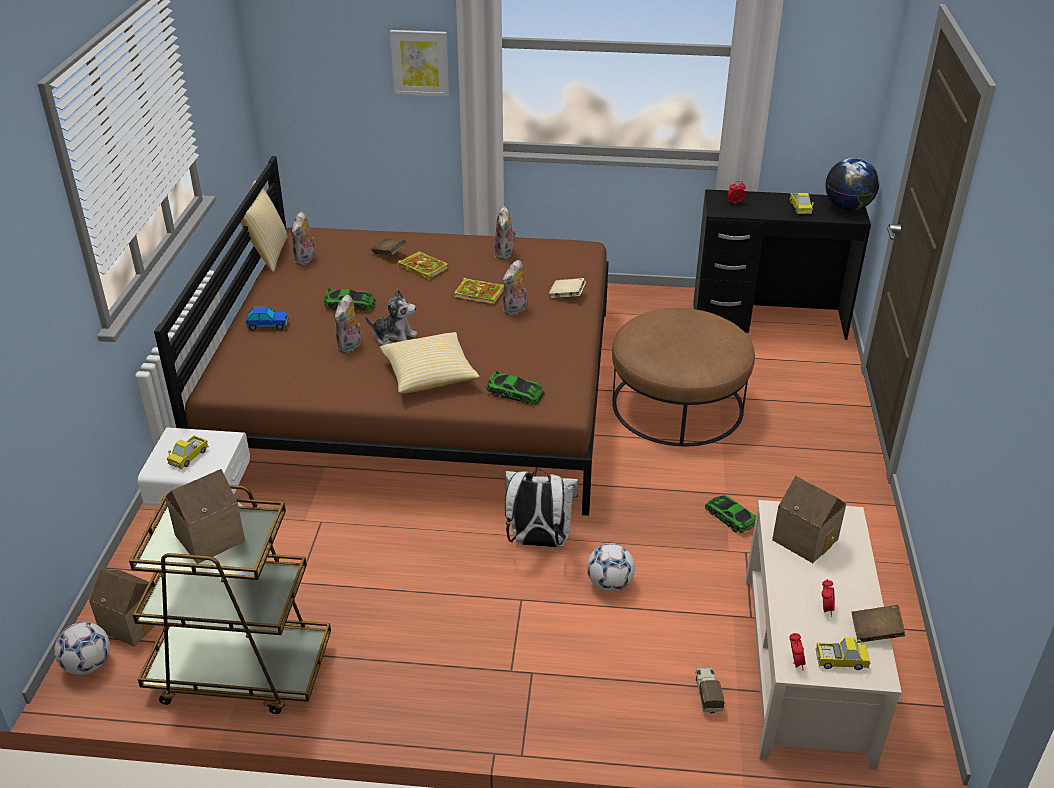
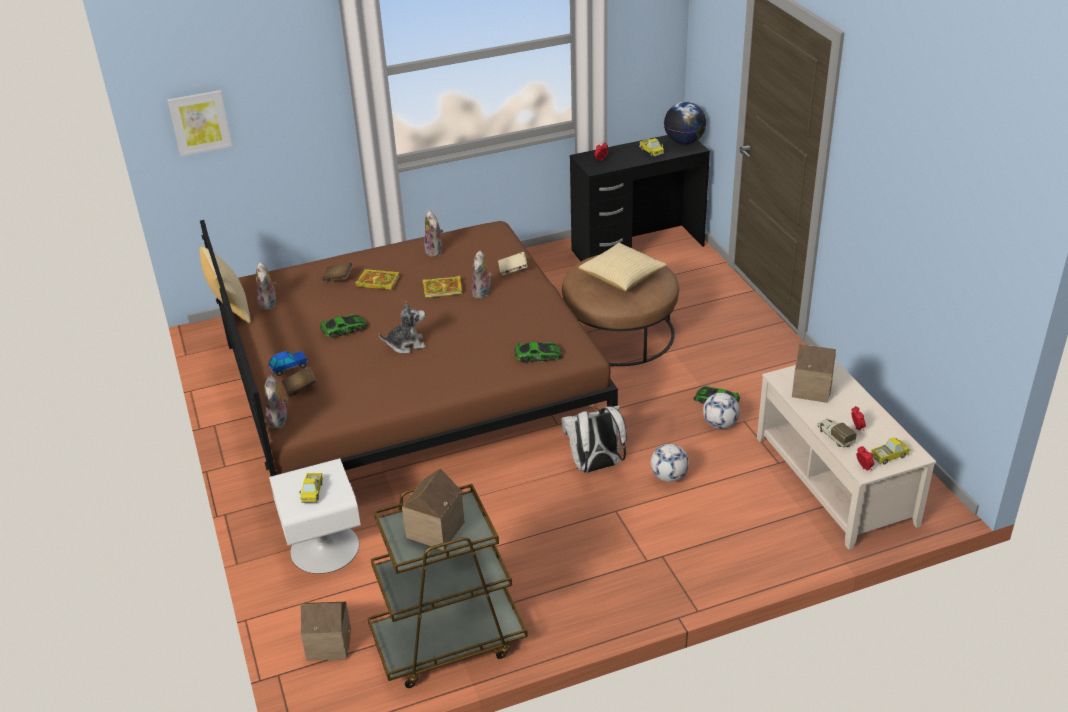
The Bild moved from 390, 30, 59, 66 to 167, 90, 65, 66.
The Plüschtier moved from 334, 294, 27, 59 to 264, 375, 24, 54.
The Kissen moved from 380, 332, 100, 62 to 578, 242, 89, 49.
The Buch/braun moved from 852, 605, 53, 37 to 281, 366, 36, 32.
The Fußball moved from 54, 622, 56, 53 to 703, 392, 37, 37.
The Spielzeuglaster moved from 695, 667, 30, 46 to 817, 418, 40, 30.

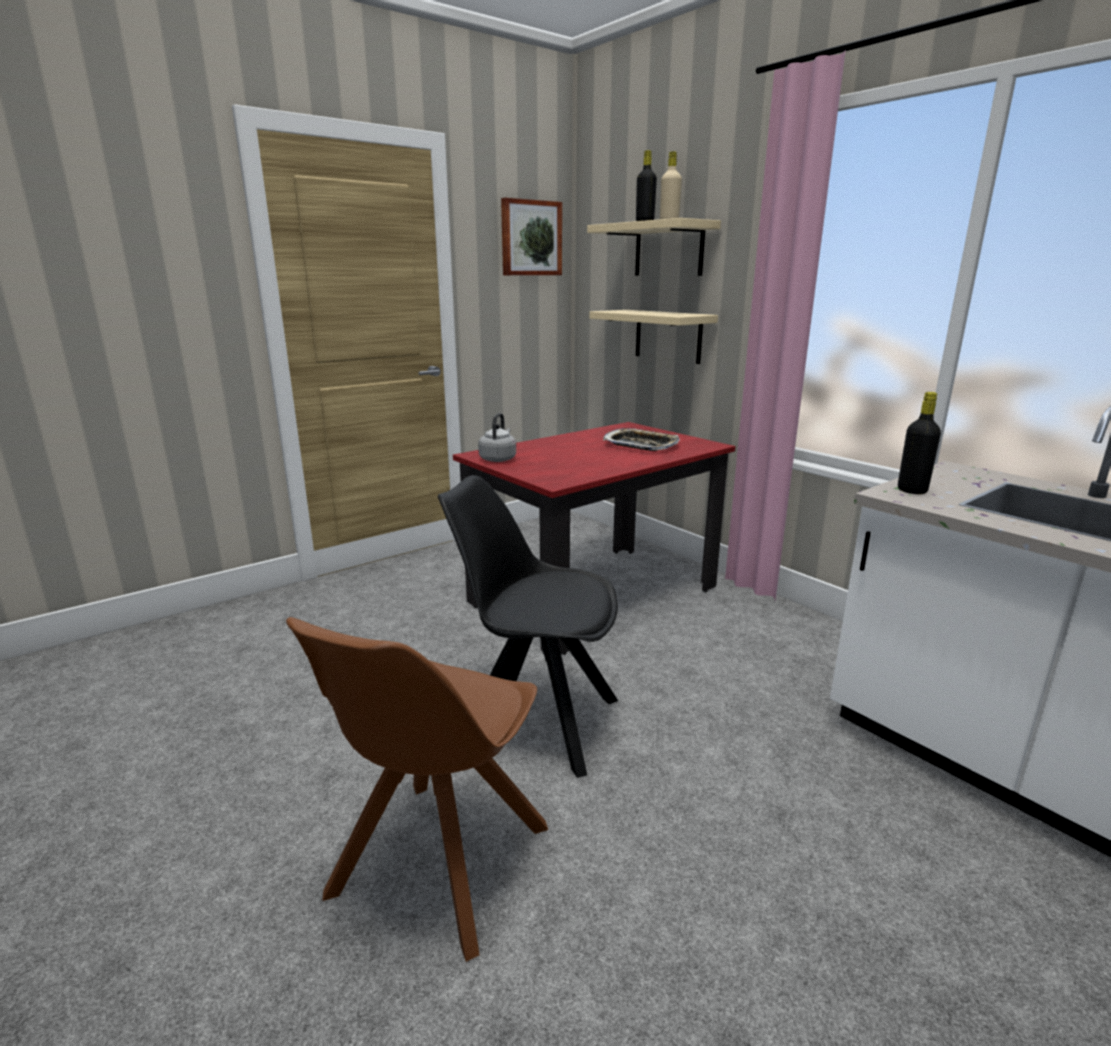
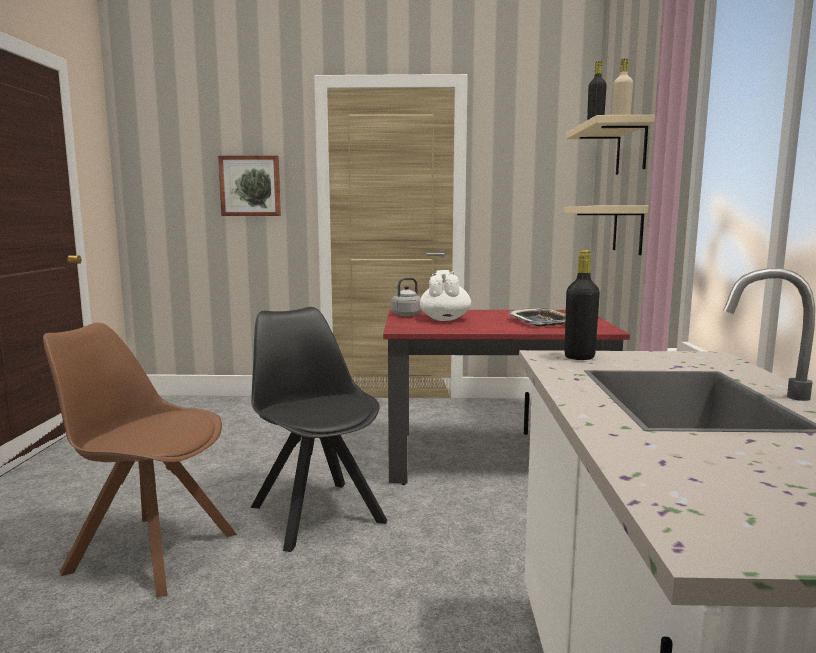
The Bild moved from 501, 198, 61, 77 to 218, 155, 63, 61.
The Stuhl/braun at 286, 617, 262, 345 turned 45 degrees clockwise.
The Teekanne/weiß at 420, 270, 51, 51 appeared.

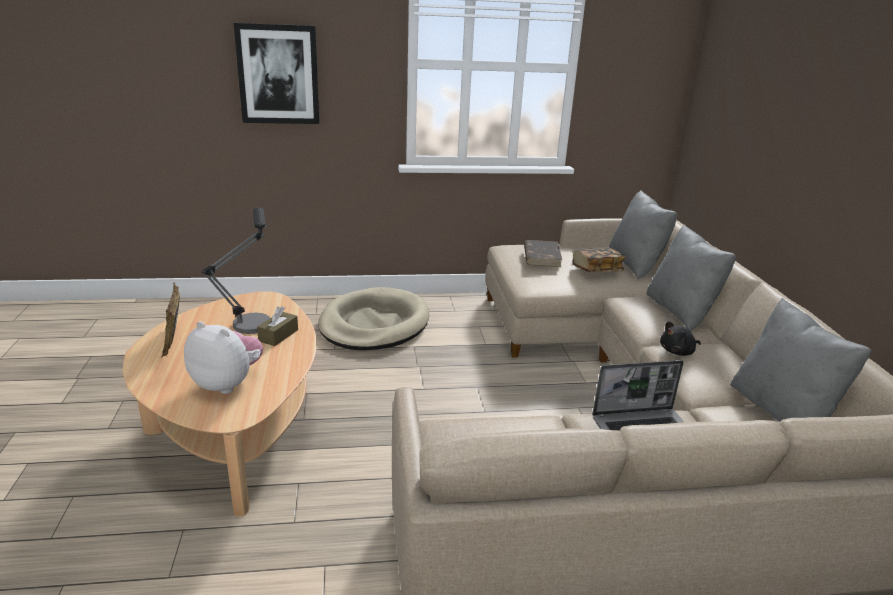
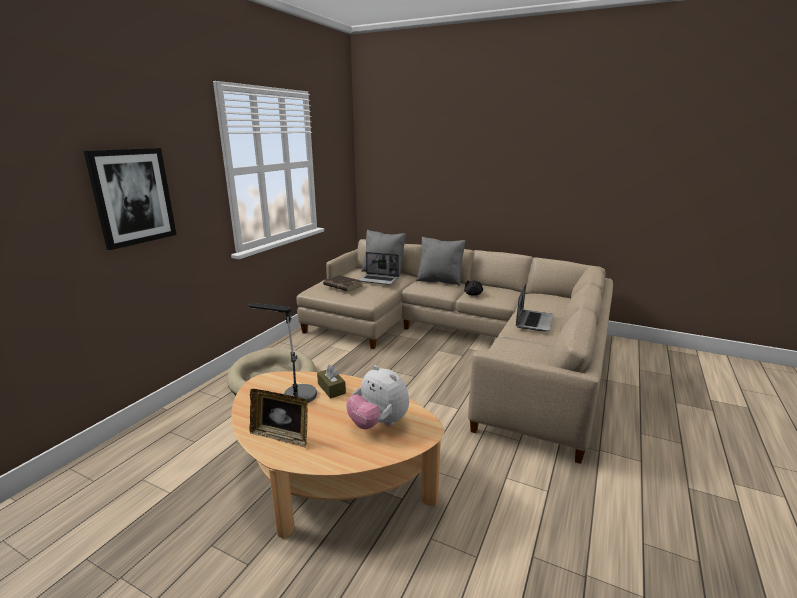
The Buch at 573, 248, 53, 24 was replaced by the Laptop at 359, 252, 40, 33.
The Kissen/grau at 730, 298, 142, 124 disappeared.
The Plüschtier at 184, 321, 79, 73 turned 105 degrees counterclockwise.

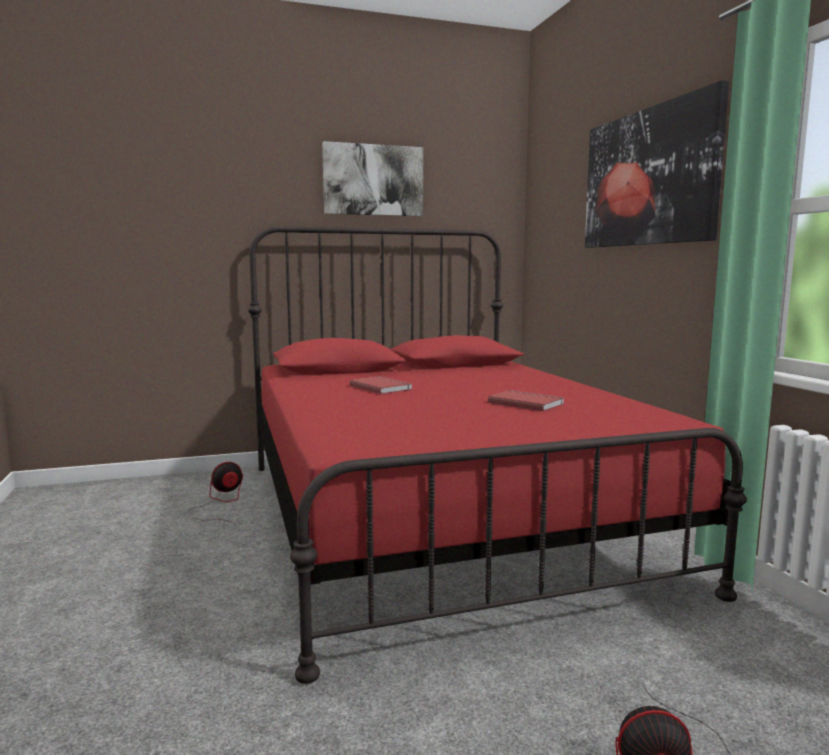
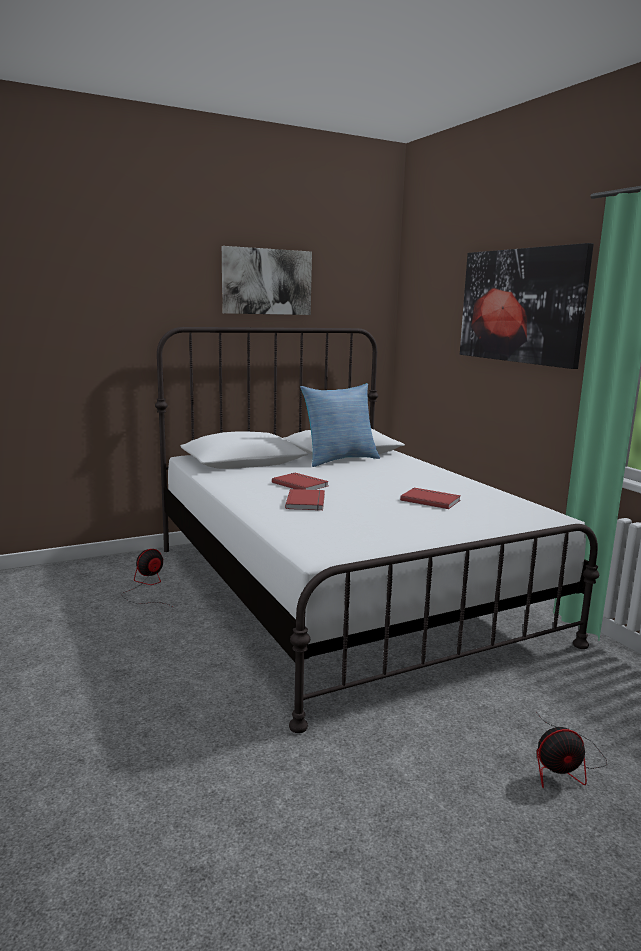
The Bett/rot at 248, 226, 499, 458 became the Bett/weiß at 155, 327, 444, 406.
The Kissen at 300, 383, 80, 84 appeared.
The Buch/rot at 285, 489, 40, 22 appeared.

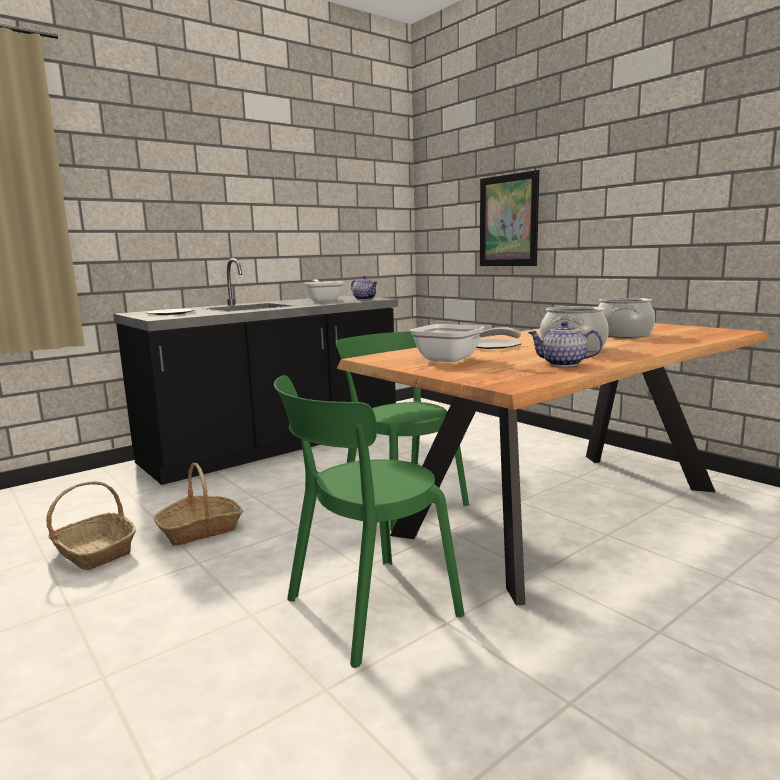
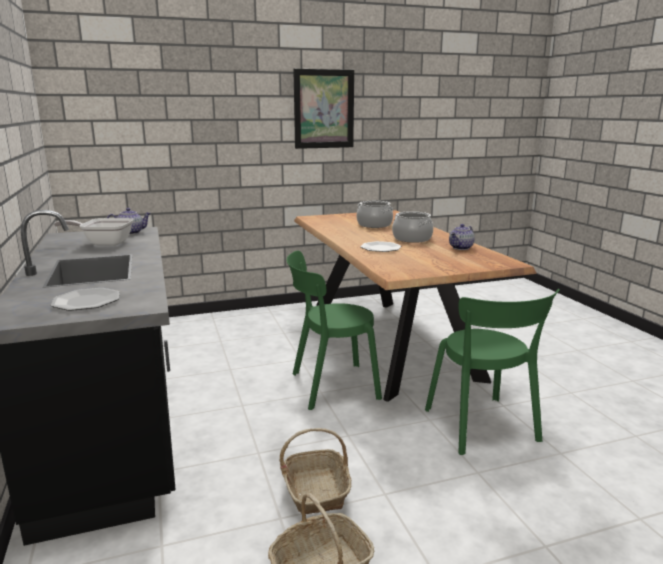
The Bild moved from 480, 170, 59, 96 to 293, 69, 61, 80.
The Pfanne at 410, 324, 111, 38 disappeared.

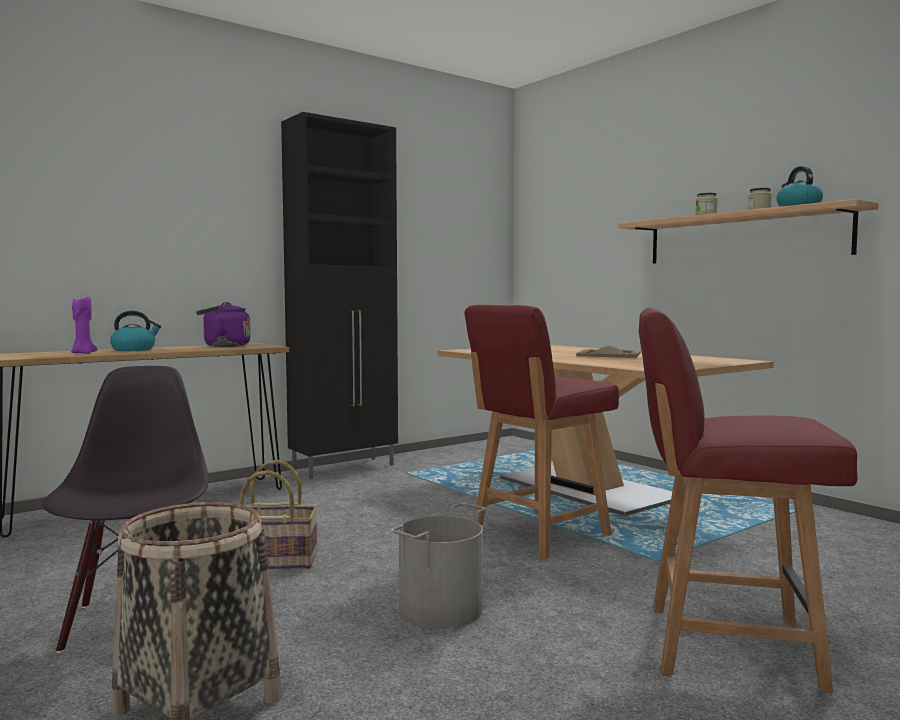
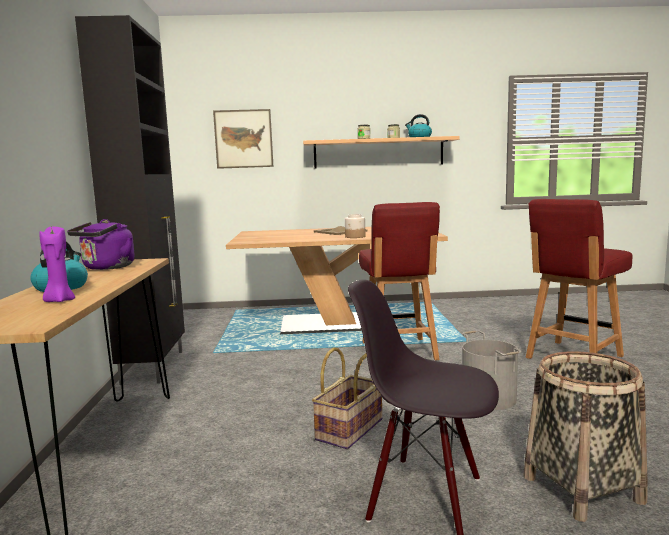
The Bild at 213, 109, 61, 60 appeared.
The Vorratsglas at 345, 214, 20, 24 appeared.

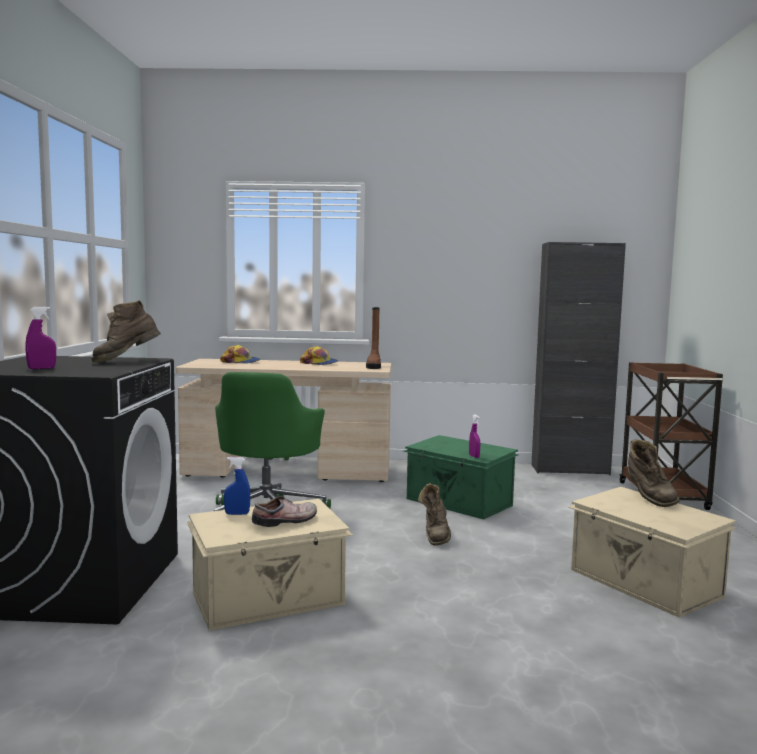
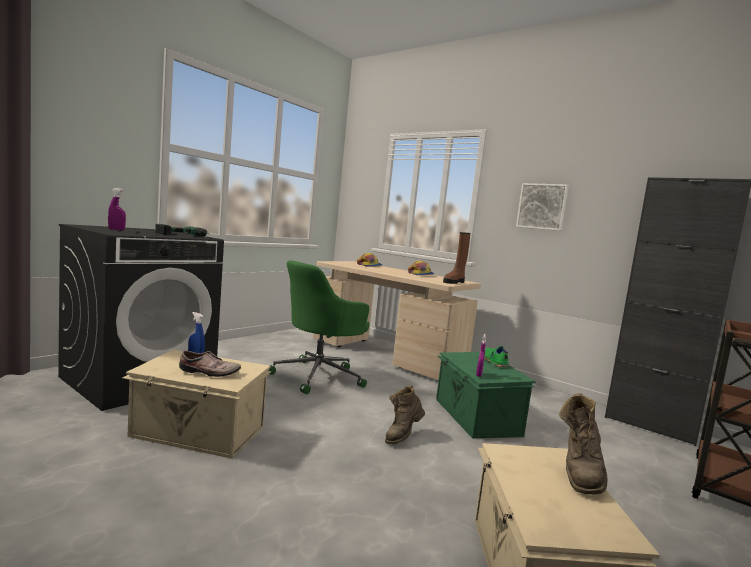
The Stiefel/braun at 92, 300, 69, 63 was replaced by the Bohrmaschine at 155, 224, 54, 12.
The Bild at 516, 183, 53, 48 appeared.
The Schuh/grün at 484, 346, 25, 21 appeared.

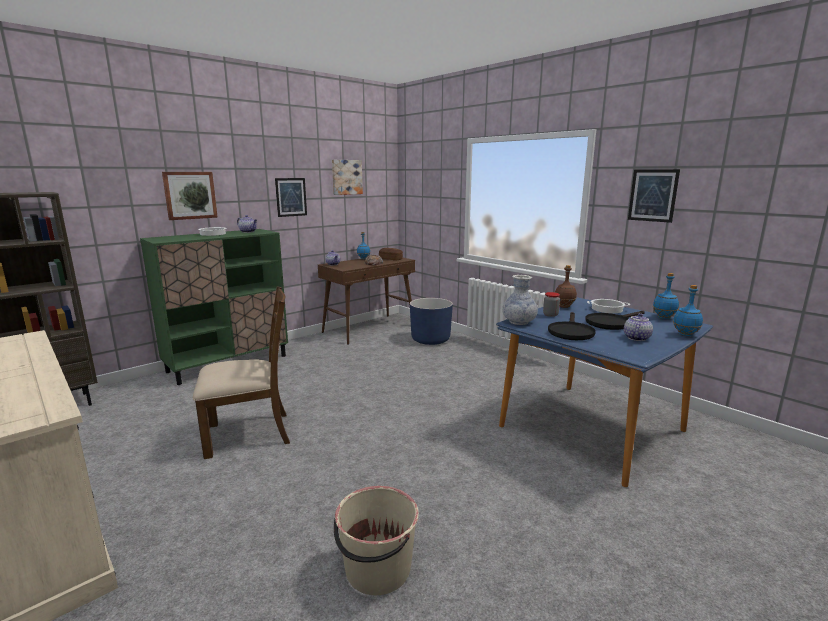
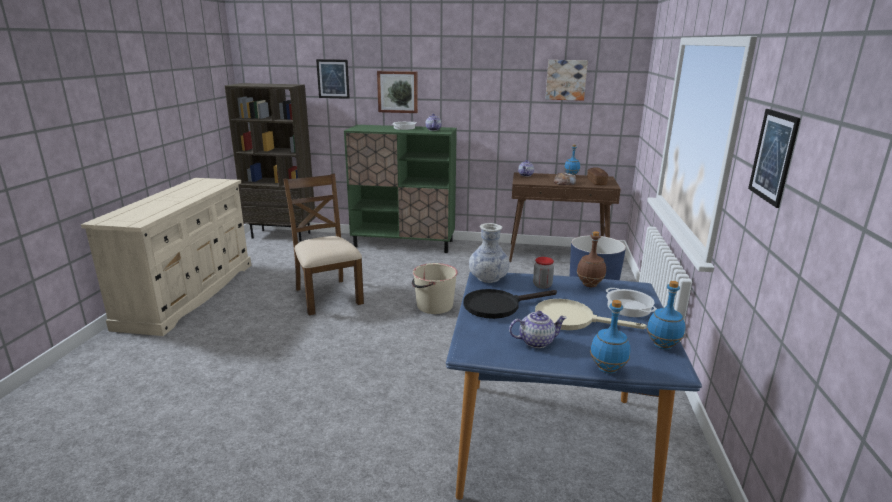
The Bild moved from 275, 178, 32, 39 to 316, 59, 34, 40.
The Stuhl/braun at 193, 286, 97, 173 turned 150 degrees counterclockwise.
The Pfanne/schwarz at 585, 311, 60, 19 became the Pfanne/beige at 535, 299, 112, 31.
The Eimer/beige moved from 334, 486, 85, 109 to 412, 263, 46, 51.

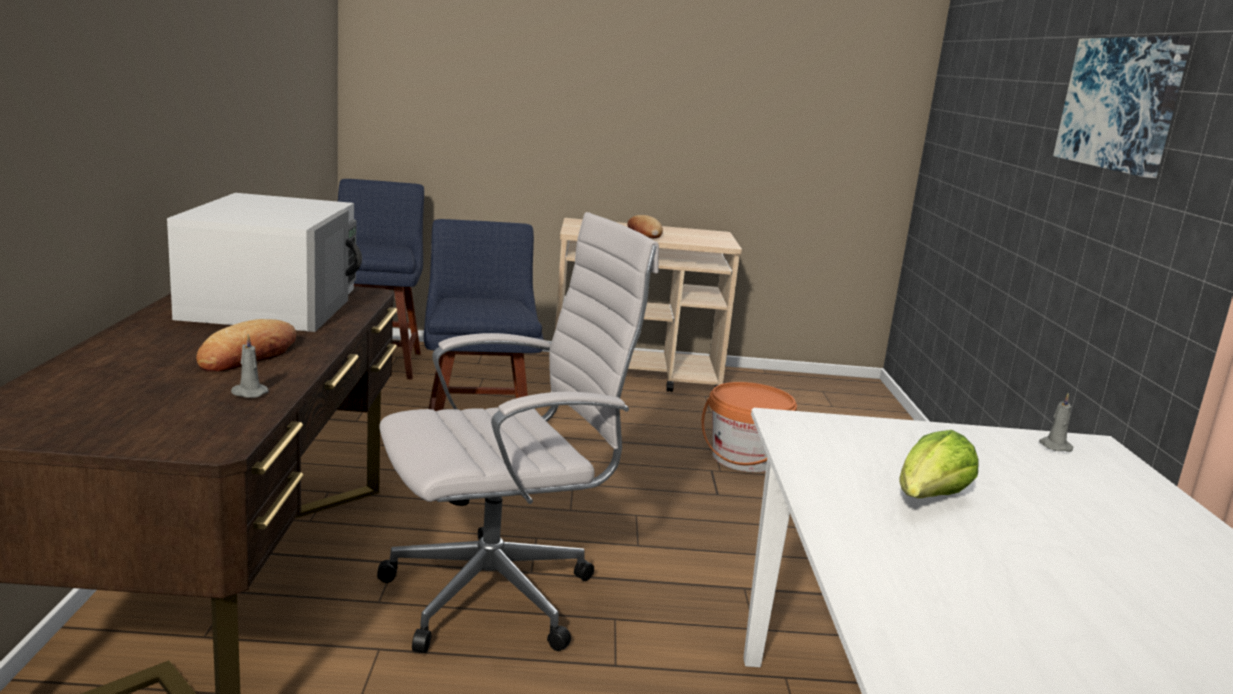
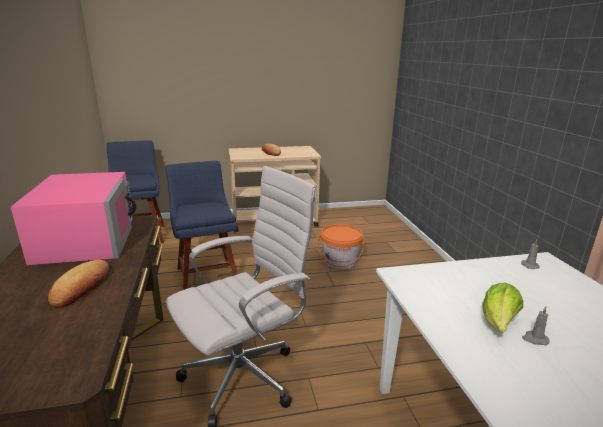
The Bild at 1053, 36, 140, 142 disappeared.
The Mikrowelle/weiß at 167, 193, 195, 139 became the Mikrowelle/rosa at 11, 172, 126, 93.
The Kerze/grau moved from 231, 334, 38, 64 to 522, 306, 28, 39.

